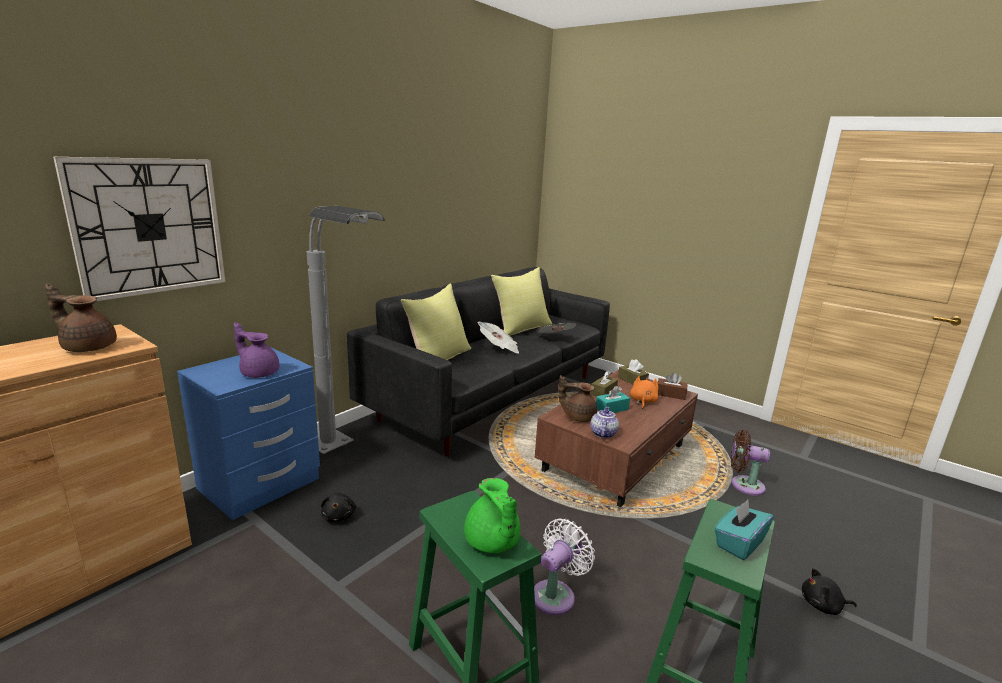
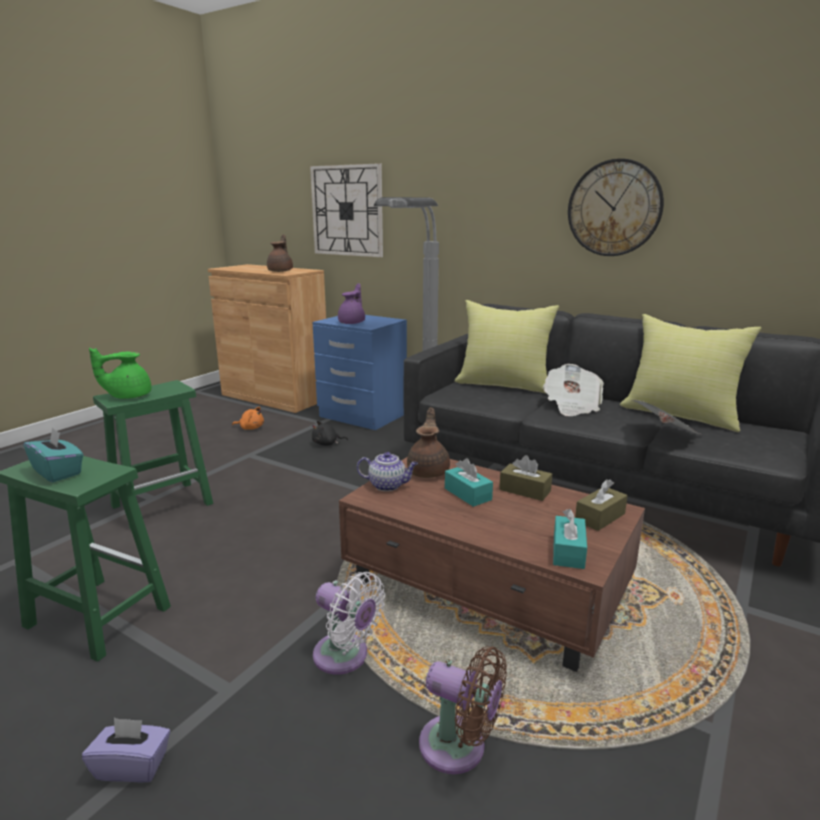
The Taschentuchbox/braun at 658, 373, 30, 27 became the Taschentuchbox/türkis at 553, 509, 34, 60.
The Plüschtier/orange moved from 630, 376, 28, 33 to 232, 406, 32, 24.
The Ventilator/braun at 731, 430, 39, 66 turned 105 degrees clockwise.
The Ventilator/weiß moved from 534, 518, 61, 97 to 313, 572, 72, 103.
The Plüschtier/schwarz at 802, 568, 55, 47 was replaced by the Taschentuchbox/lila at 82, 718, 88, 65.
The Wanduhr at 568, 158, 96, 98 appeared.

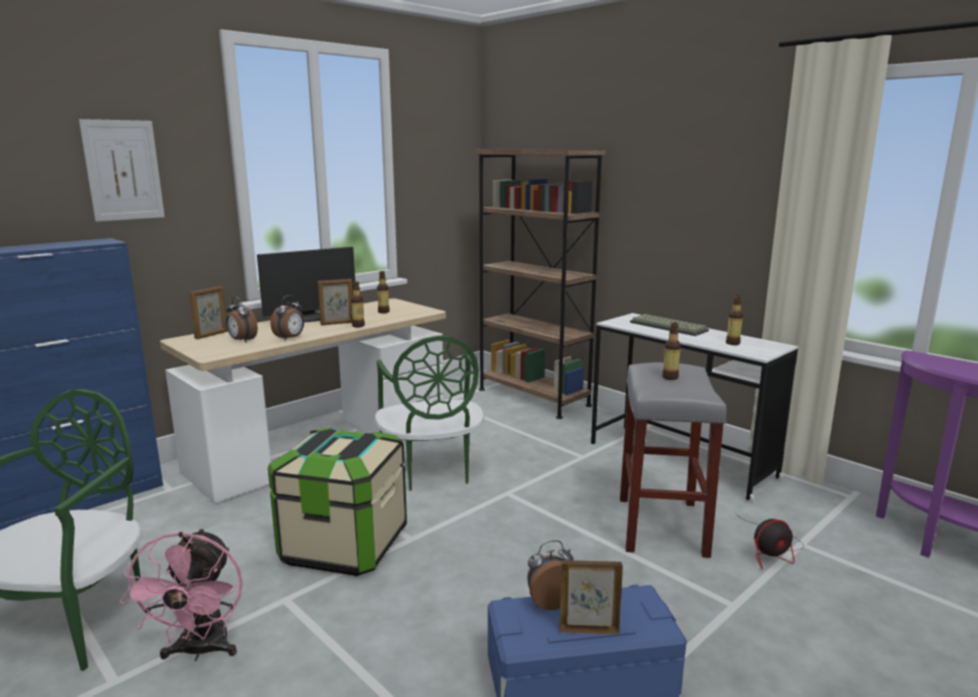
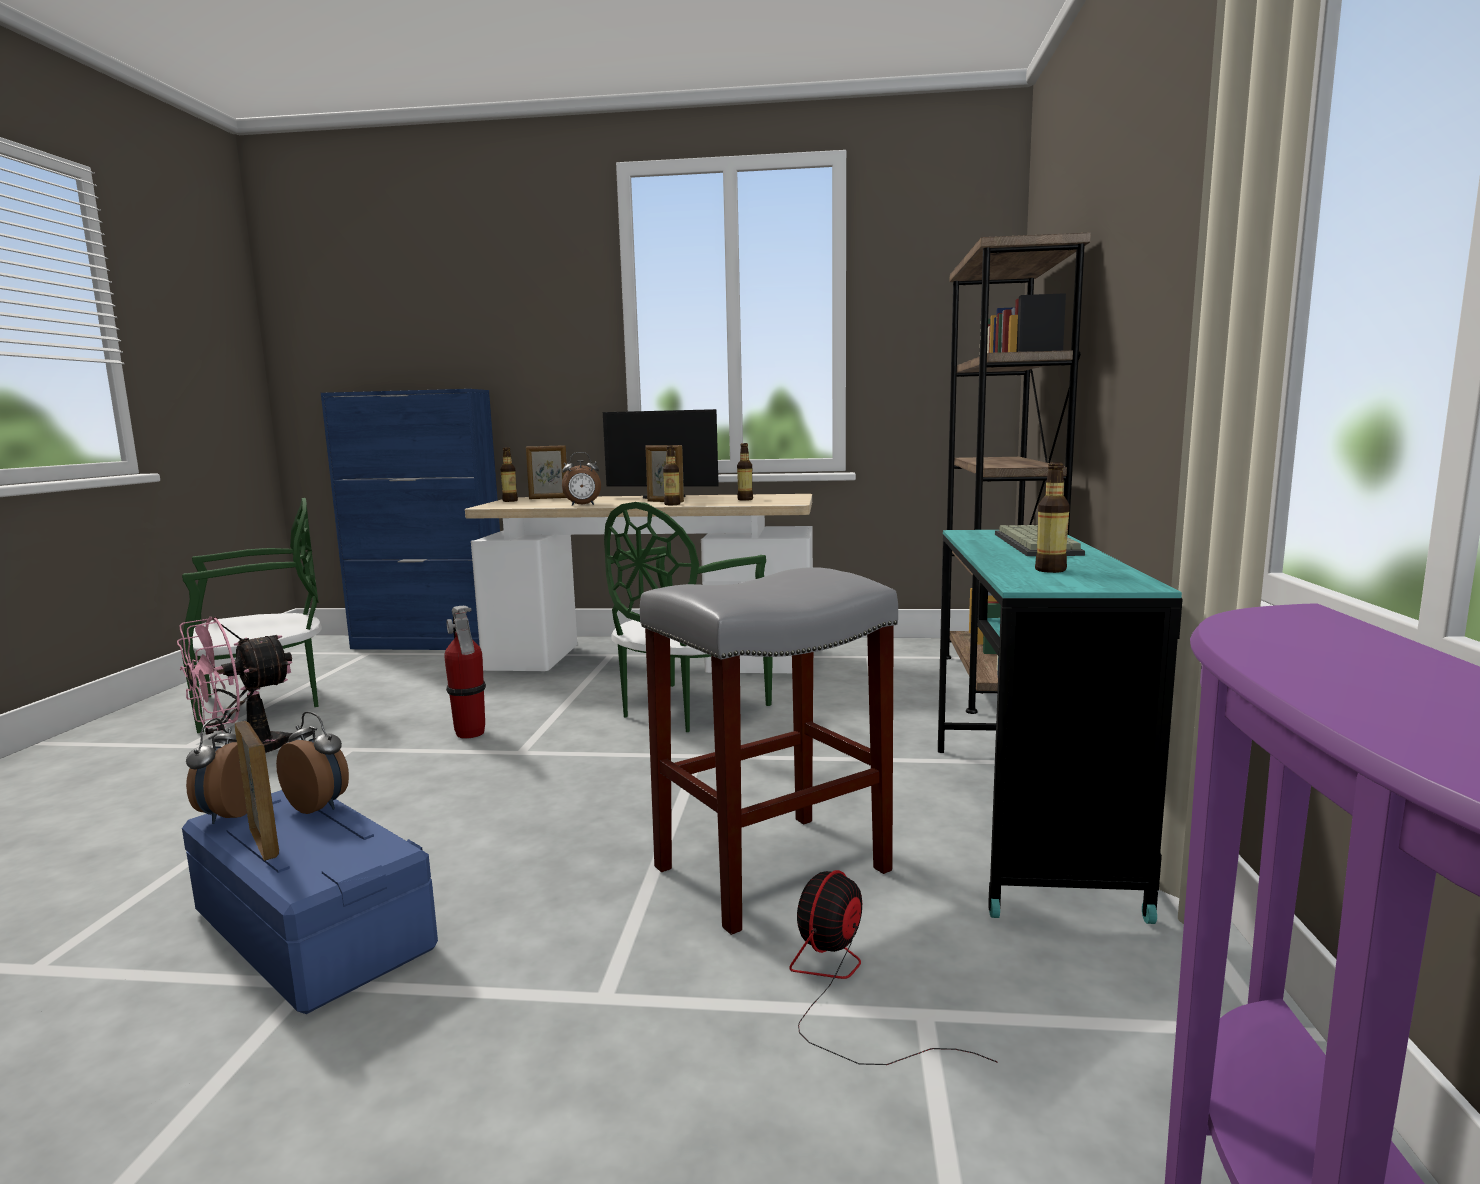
The Bild at 79, 119, 86, 103 disappeared.
The Wecker moved from 226, 297, 32, 45 to 186, 718, 61, 106.
The Schreibtisch/weiß at 591, 313, 207, 190 became the Schreibtisch/türkis at 938, 530, 245, 394.
The Flasche moved from 662, 323, 19, 57 to 500, 447, 18, 55.
The Aufbewahrungsbox at 268, 427, 139, 149 was replaced by the Feuerlöscher at 444, 606, 42, 133.
The Ventilator at 736, 514, 68, 55 turned 90 degrees clockwise.

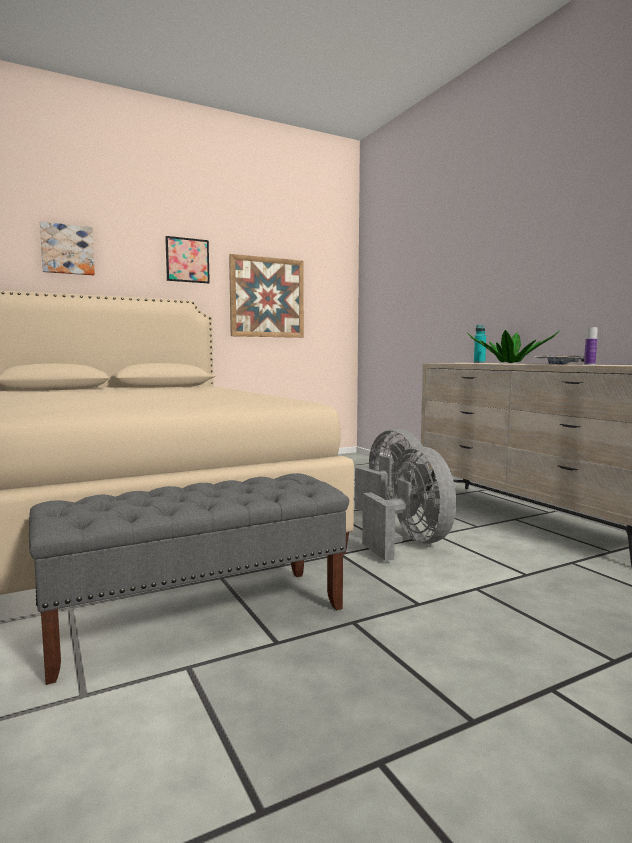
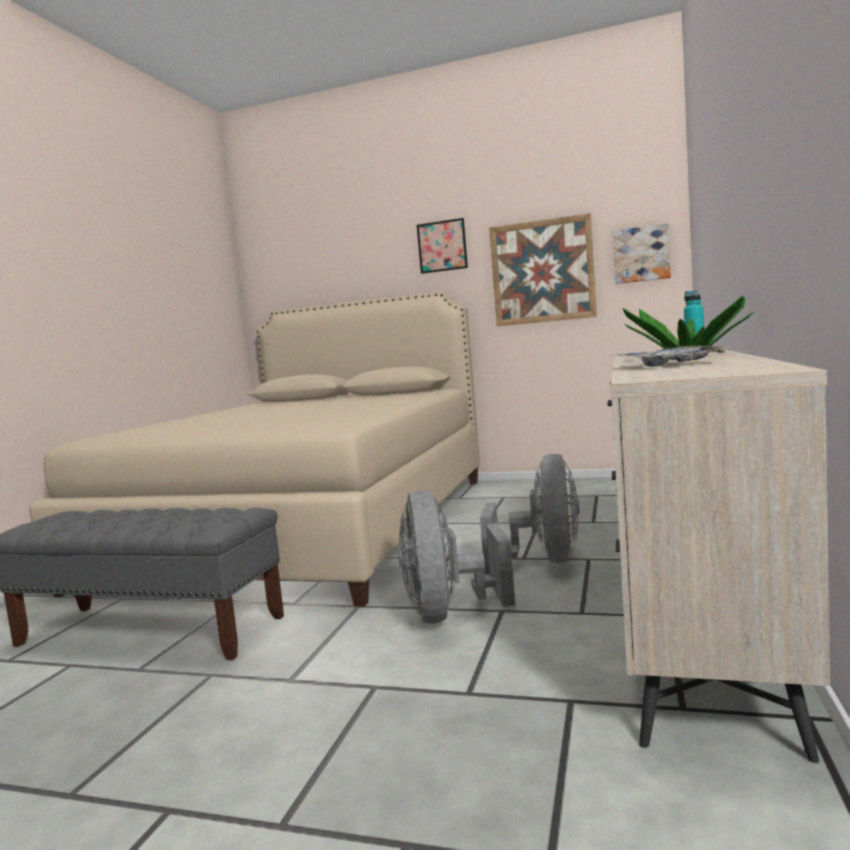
The Bild moved from 40, 221, 55, 54 to 613, 223, 58, 61.
The Flasche at 584, 327, 14, 38 disappeared.
The Ventilator/grau at 362, 446, 94, 115 turned 150 degrees clockwise.

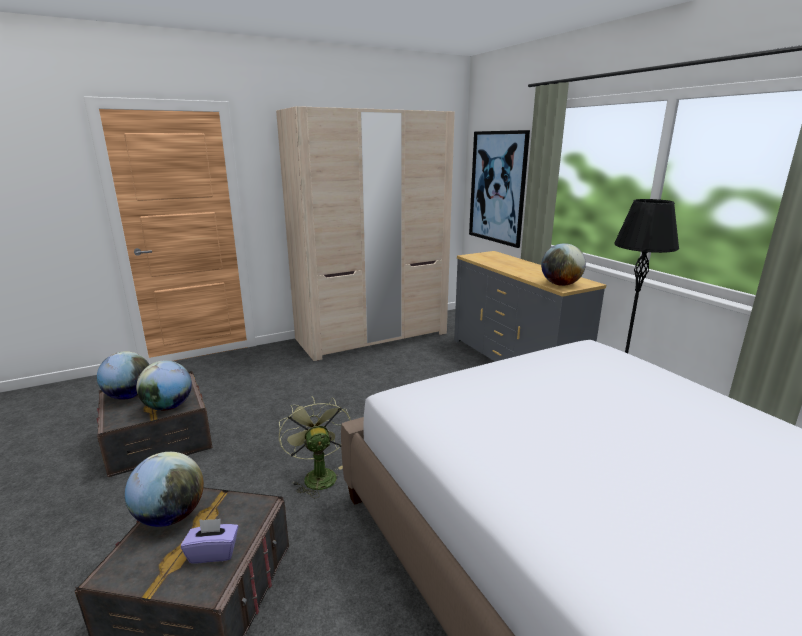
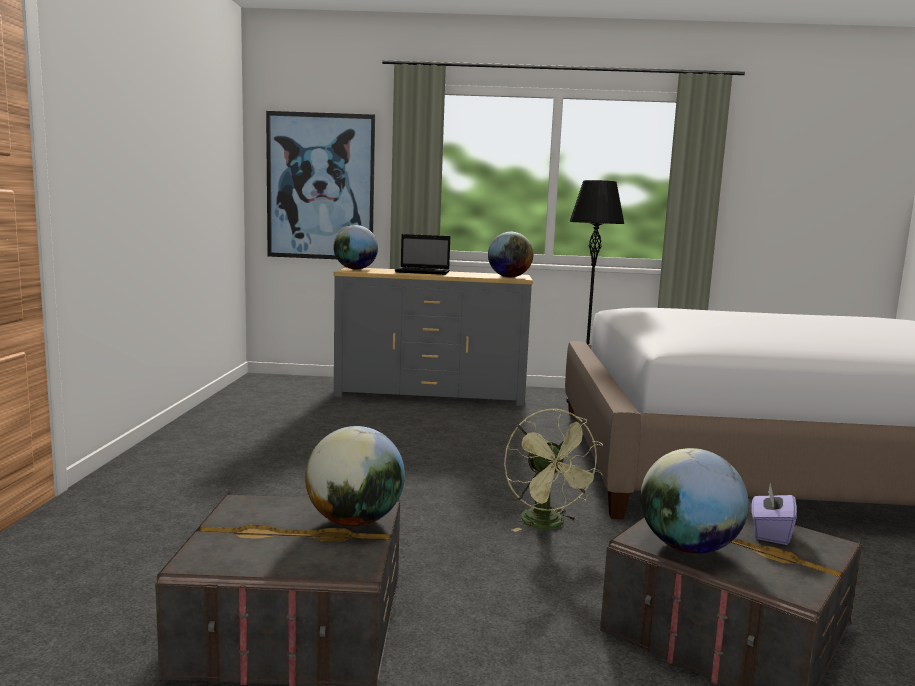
The Kleiderschrank/beige at 276, 106, 179, 255 disappeared.
The Globus moved from 97, 351, 53, 49 to 333, 225, 45, 45.
The Ventilator/grün at 279, 396, 72, 102 turned 120 degrees counterclockwise.
The Laptop at 395, 234, 55, 41 appeared.

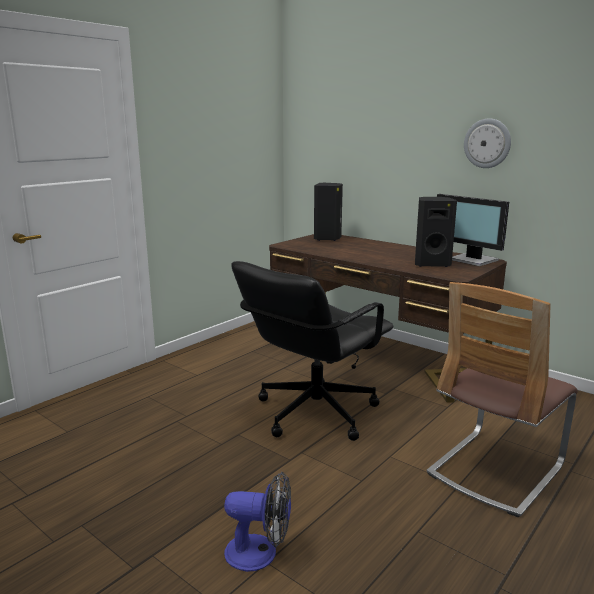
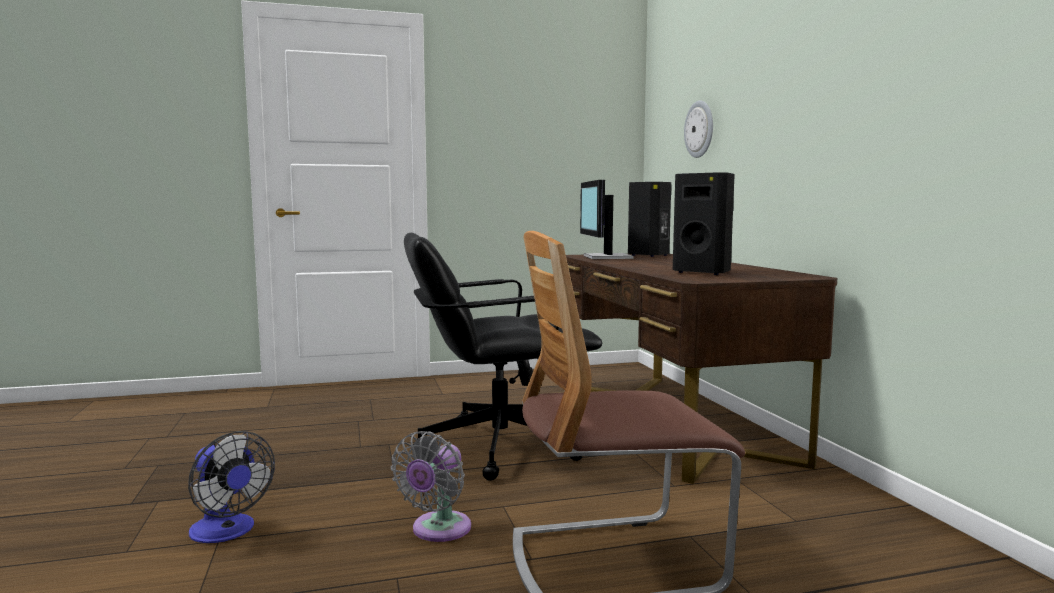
The Wanduhr moved from 464, 118, 47, 50 to 684, 101, 29, 57.
The Monitor moved from 437, 194, 72, 72 to 580, 180, 54, 79.
The Ventilator/grau at 391, 431, 80, 111 appeared.

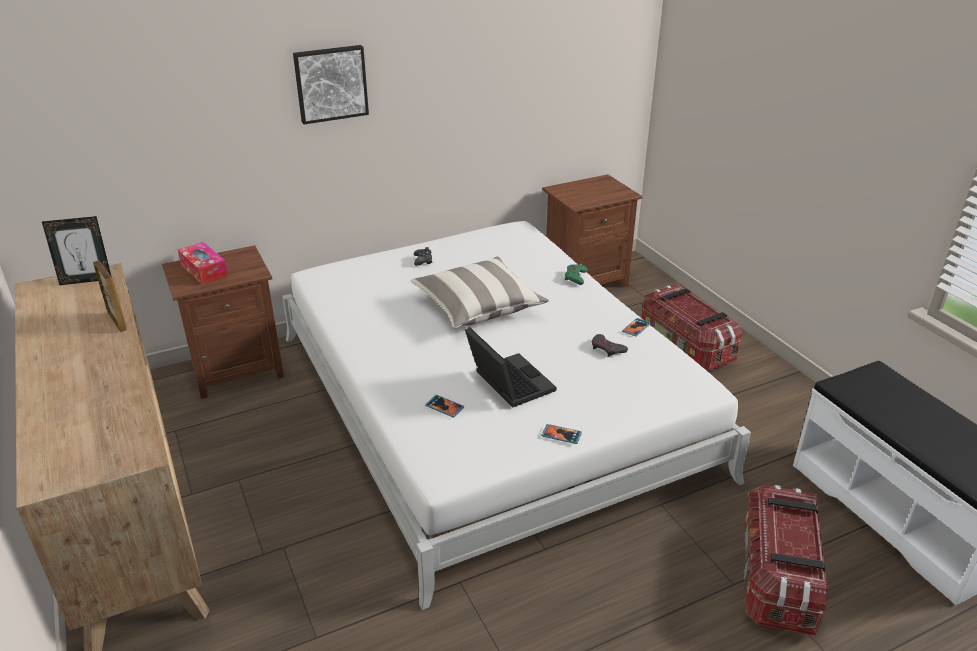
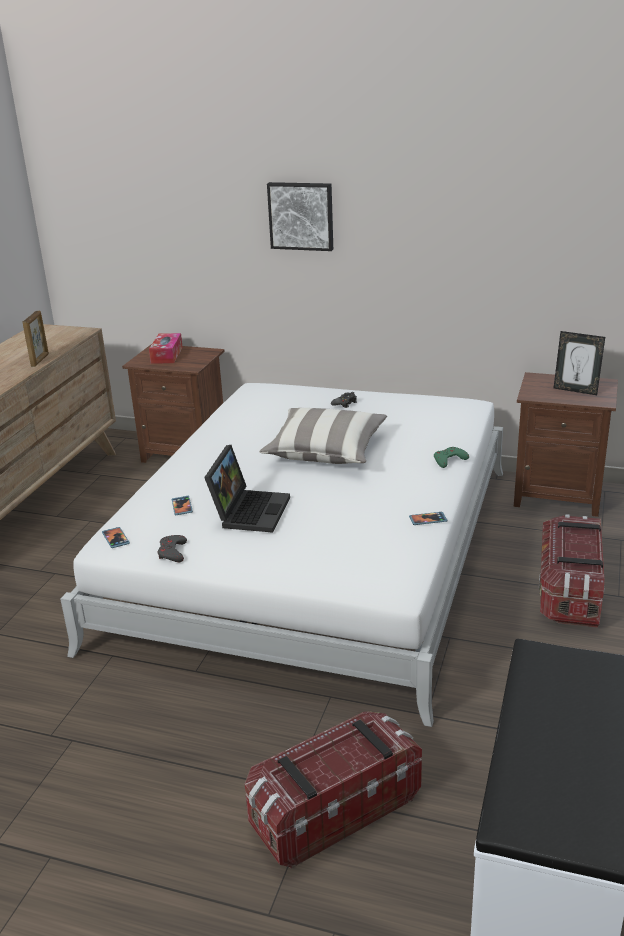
The Bilderrahmen moved from 42, 216, 70, 69 to 554, 331, 51, 64.
The Gamepad/grau moved from 592, 334, 36, 23 to 158, 535, 29, 27.
The Handy moved from 542, 424, 40, 20 to 102, 527, 28, 21.

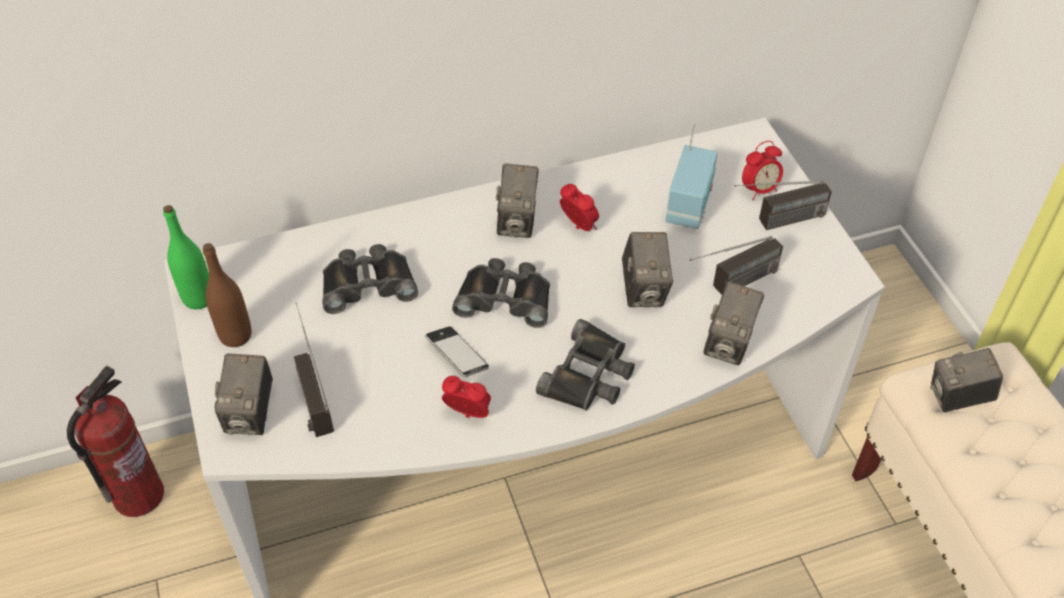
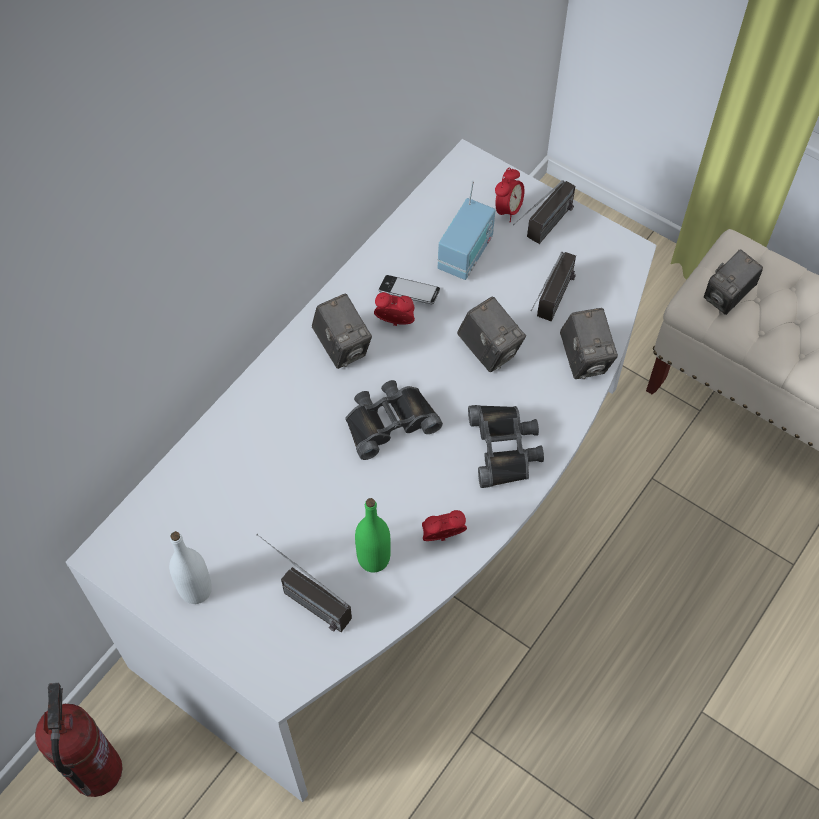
The Radio at 666, 123, 52, 106 turned 45 degrees clockwise.
The Flasche/grün moved from 163, 205, 46, 104 to 355, 498, 36, 74.
The Flasche/braun at 203, 243, 49, 104 became the Flasche/weiß at 169, 531, 43, 73.
The Fernglas/schwarz at 322, 244, 96, 70 disappeared.
The Handy moved from 426, 326, 63, 51 to 379, 275, 61, 29.
The Kamera at 215, 354, 58, 81 disappeared.

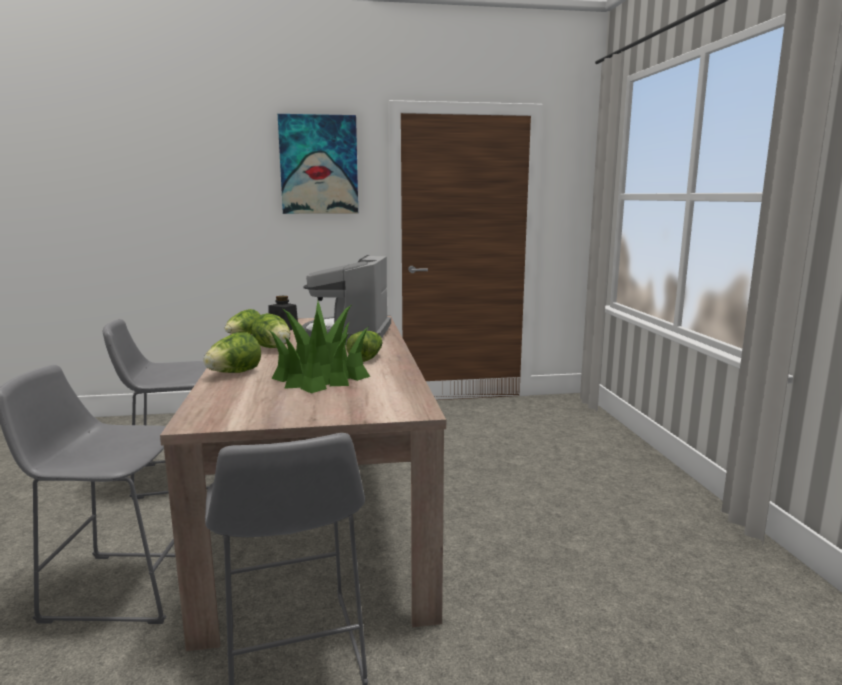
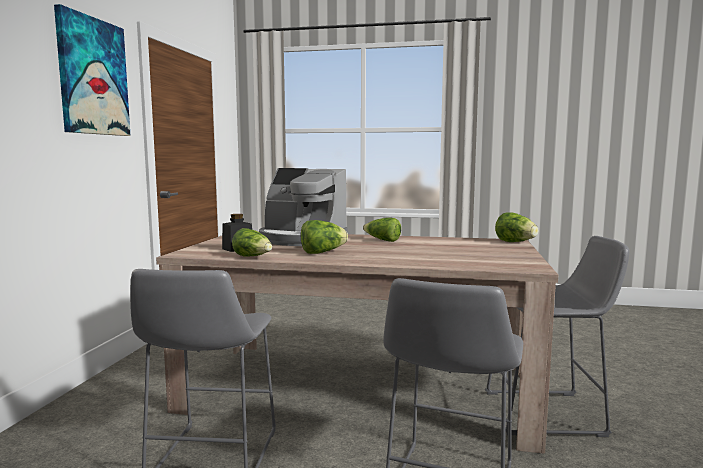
The Topfpflanze at 269, 301, 101, 92 disappeared.
The Salatkopf moved from 203, 332, 58, 41 to 495, 212, 43, 30.

